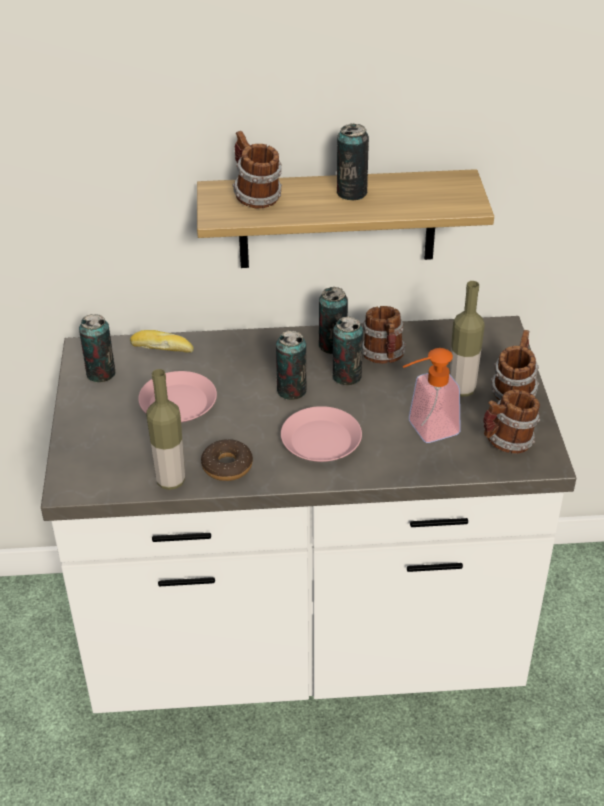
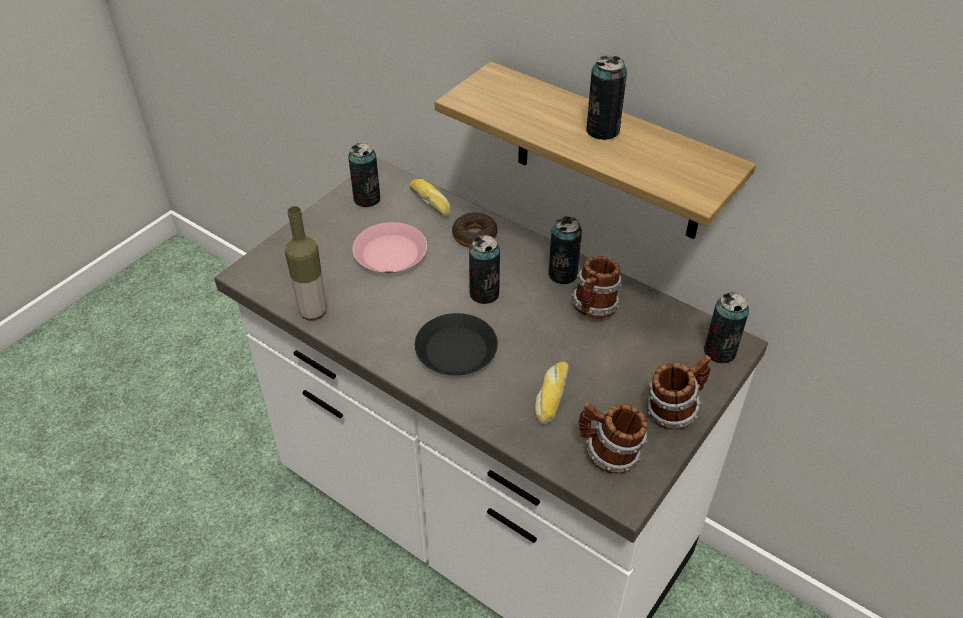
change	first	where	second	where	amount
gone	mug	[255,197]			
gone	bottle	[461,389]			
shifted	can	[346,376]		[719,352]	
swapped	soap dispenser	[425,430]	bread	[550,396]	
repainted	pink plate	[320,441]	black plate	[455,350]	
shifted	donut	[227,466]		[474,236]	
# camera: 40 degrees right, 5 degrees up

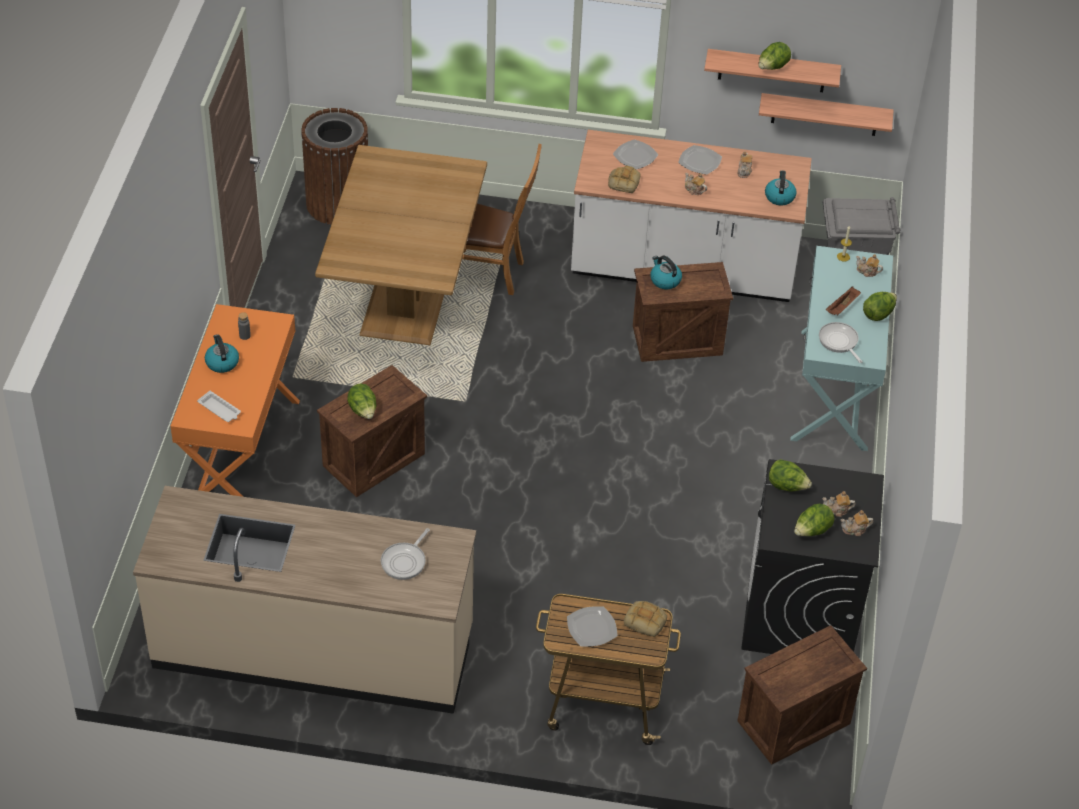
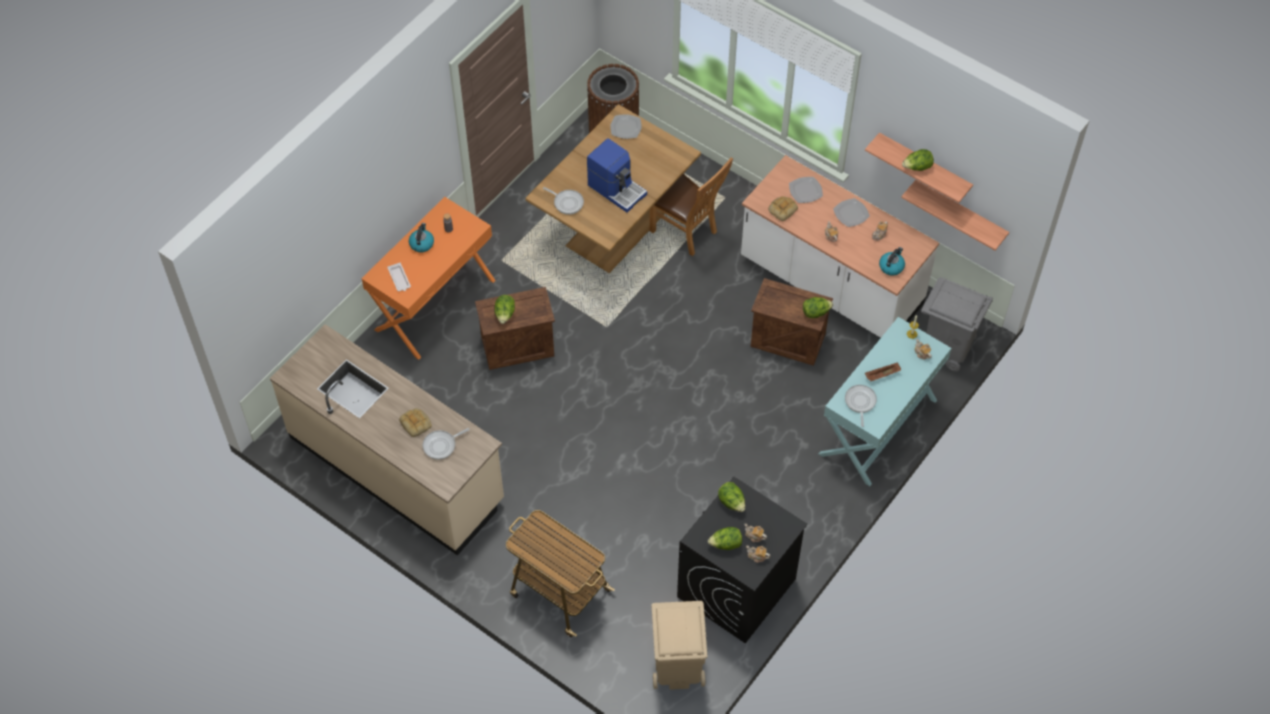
change	first	where	second	where	amount
gone	kettle	[664,280]			
shifted	lettuce	[878,314]		[816,312]	
shifted	bread	[646,621]		[416,424]	
shifted	plate	[592,627]		[626,127]	
swapped	crate	[793,723]	beige trash can	[677,667]	
new			coffee machine	[617,189]	
new			frying pan	[567,202]	
# camera: 30 degrees right, 10 degrees up

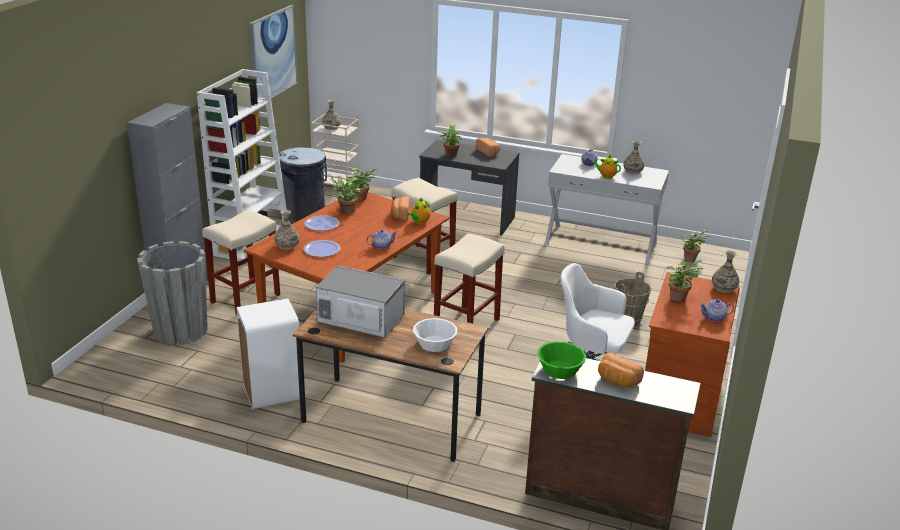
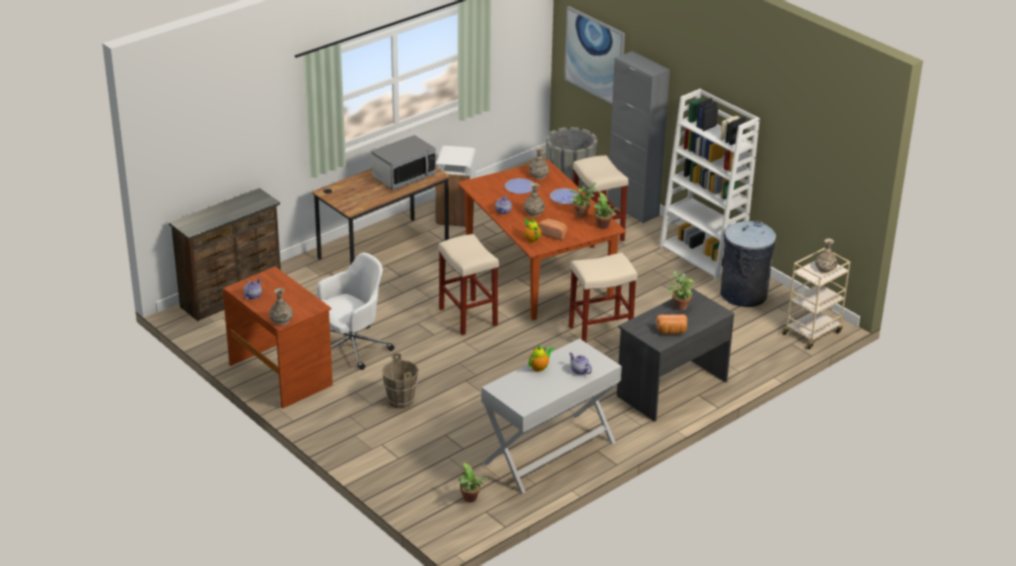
change	first	where	second	where	amount
shifted	picture	[273,54]		[595,56]	
shifted	vase	[632,171]		[533,212]	
gone	potted plant	[678,296]			
gone	white bowl	[435,343]			
gone	green bowl	[559,369]			
gone	bread	[617,380]			
# camera: 120 degrees right, 5 degrees up

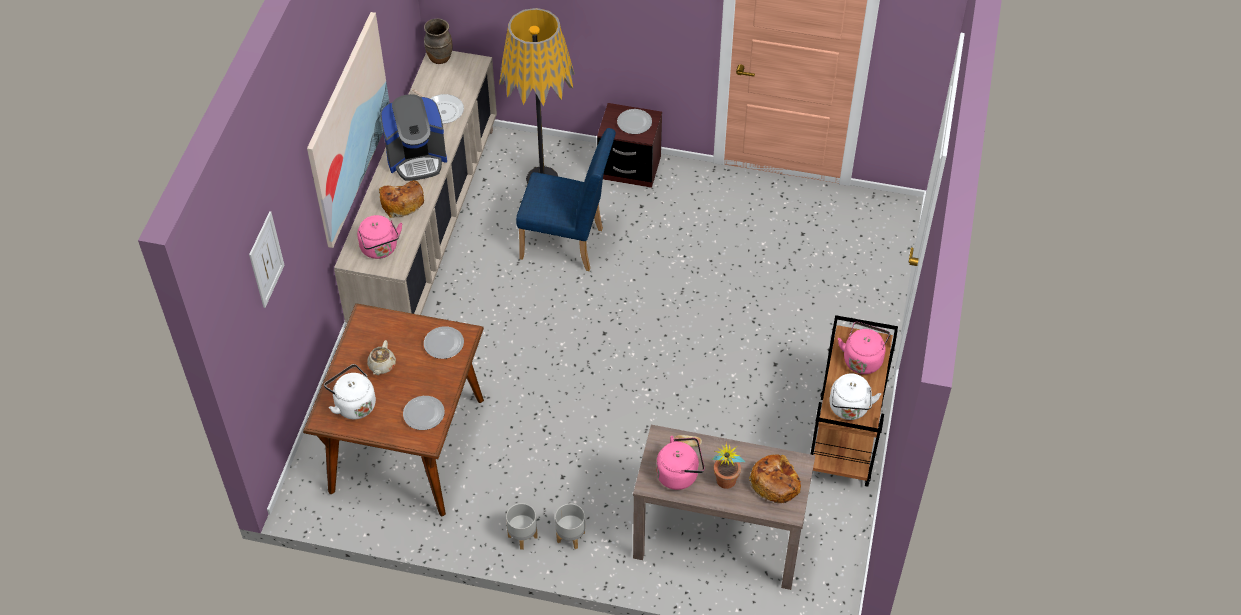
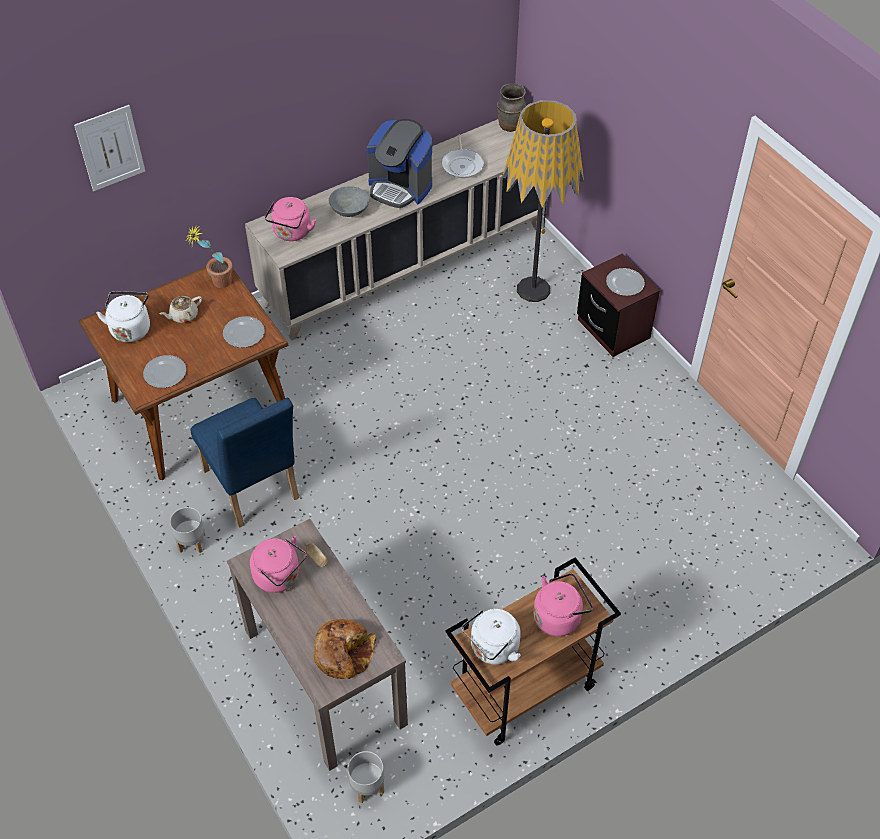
change	first	where	second	where	amount
gone	picture	[348,129]			
shifted	blue chair	[568,245]		[253,490]	
swapped	bread	[401,202]	grey bowl	[349,210]	
shifted	potted plant	[725,485]		[216,283]	
shifted	grey planter	[570,536]		[367,786]	
# camera: 45 degrees right, 0 degrees up

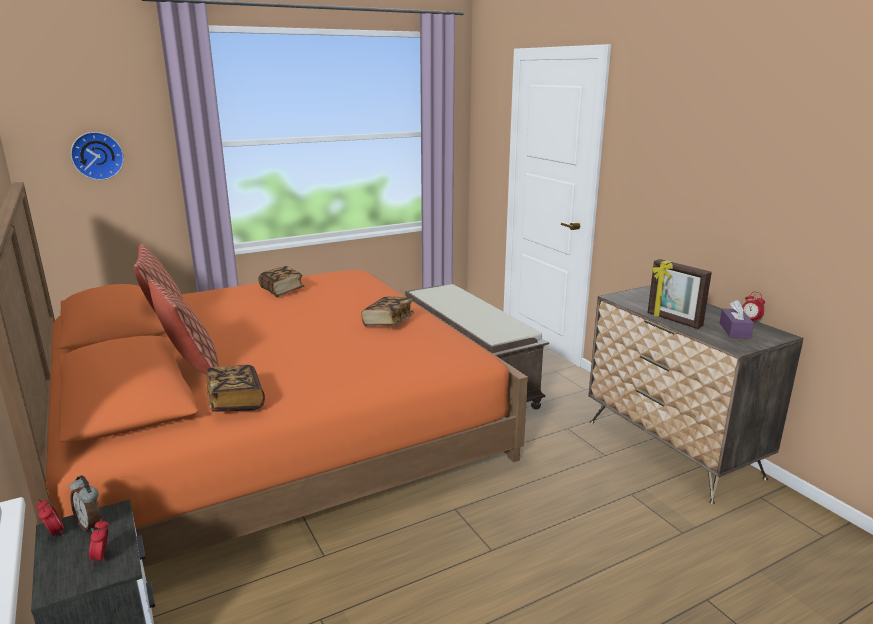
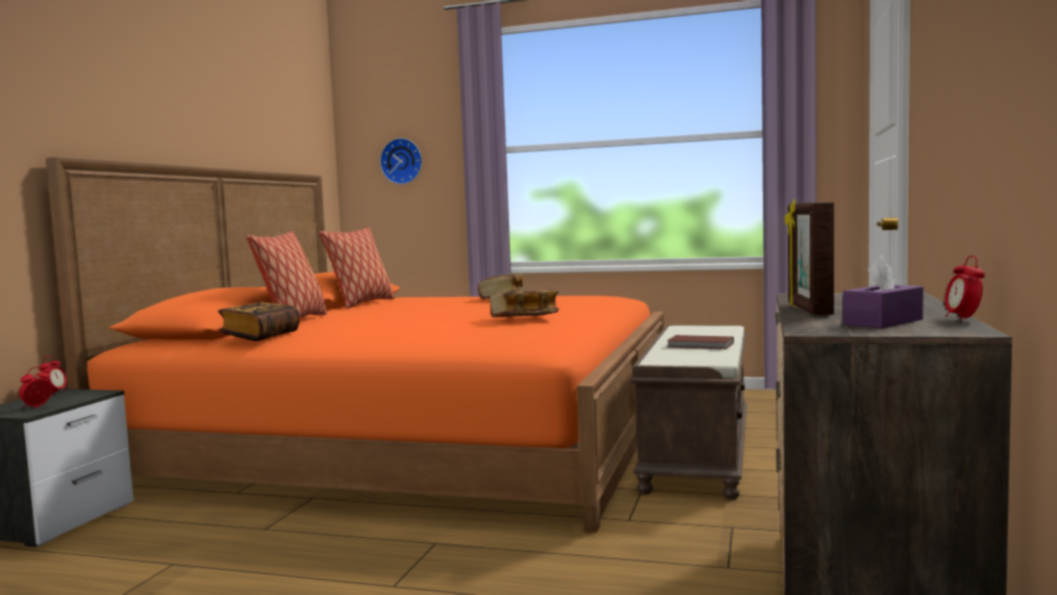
change	first	where	second	where	amount
gone	alarm clock	[91,524]			
new			brown book	[701,345]	
# camera: 45 degrees right, 15 degrees down

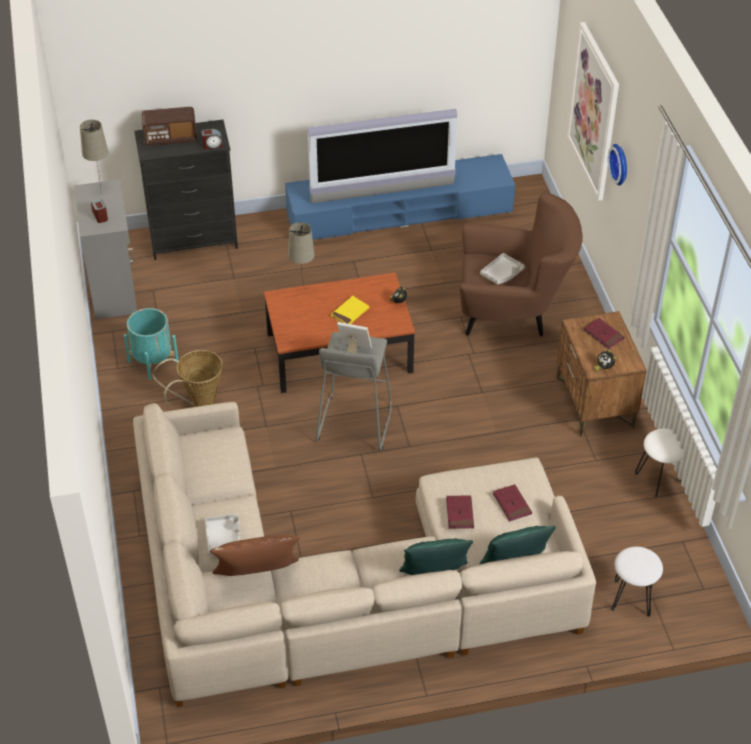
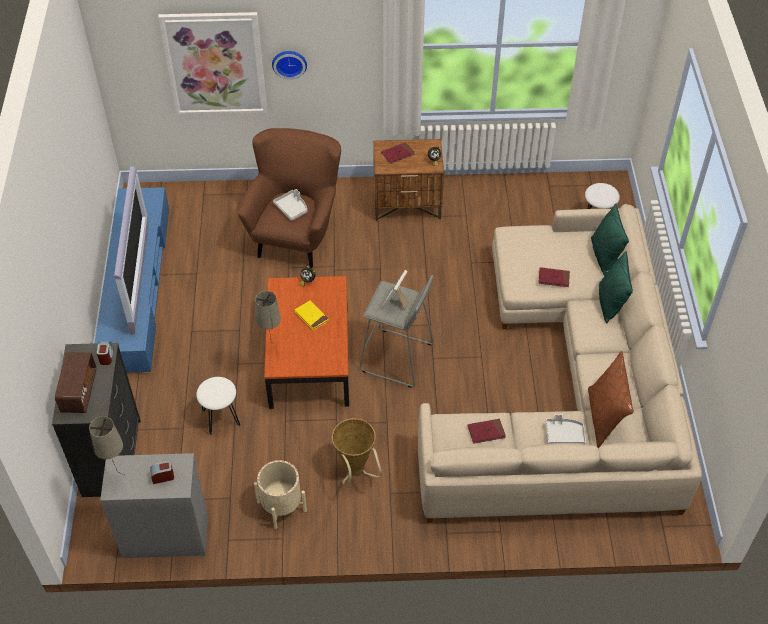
change	first	where	second	where	amount
repainted	turquoise planter	[153,361]	beige planter	[281,506]	
shifted	white stool	[659,479]		[221,418]	
shifted	red book	[512,504]		[486,432]	
# camera: 80 degrees left, 5 degrees up

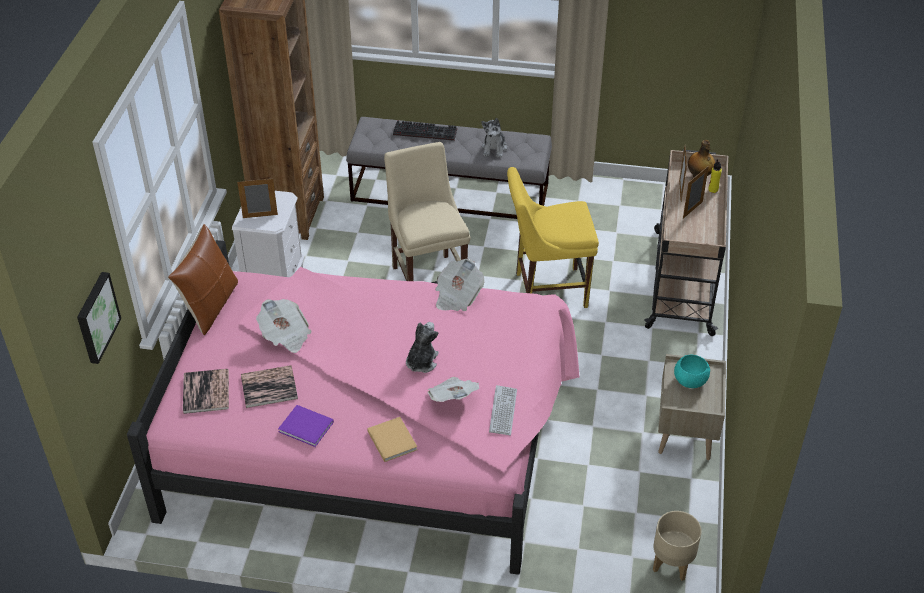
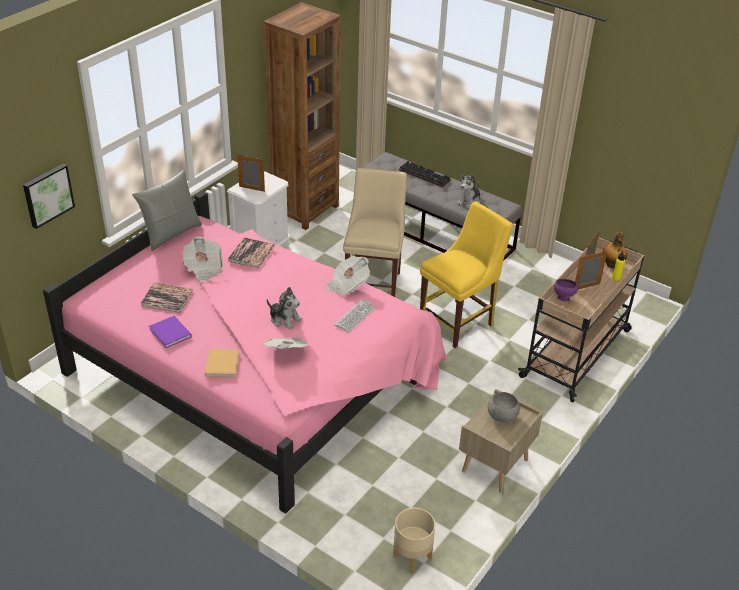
change	first	where	second	where	amount
rotated	yellow chair	[546,290]		[459,322]	120 degrees clockwise
repainted	brown pillow	[210,306]	grey pillow	[171,234]	
rotated	plush toy	[421,362]		[285,319]	75 degrees clockwise
repainted	turquoise bowl	[689,380]	grey bowl	[502,416]	
shifted	book	[206,392]		[251,253]	
shifted	keyboard	[503,411]		[355,316]	
new			purple bowl	[563,298]	
# camera: 25 degrees right, 5 degrees down

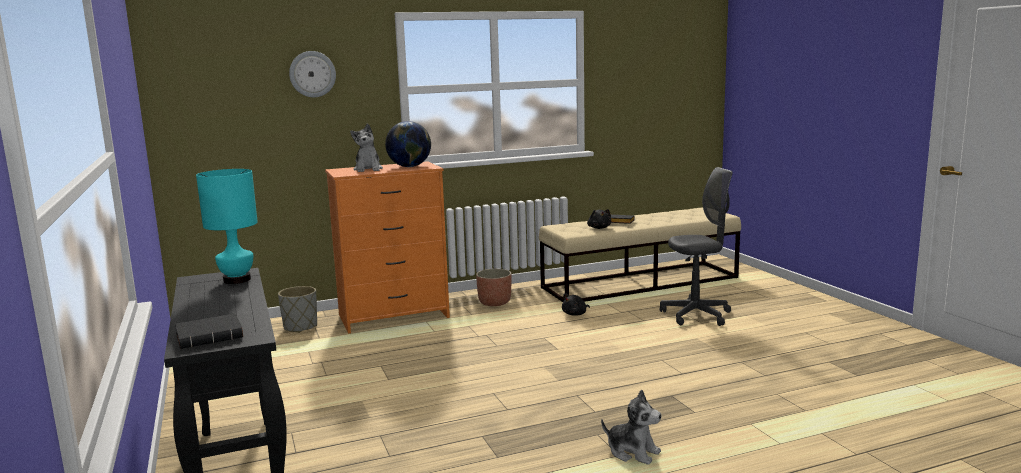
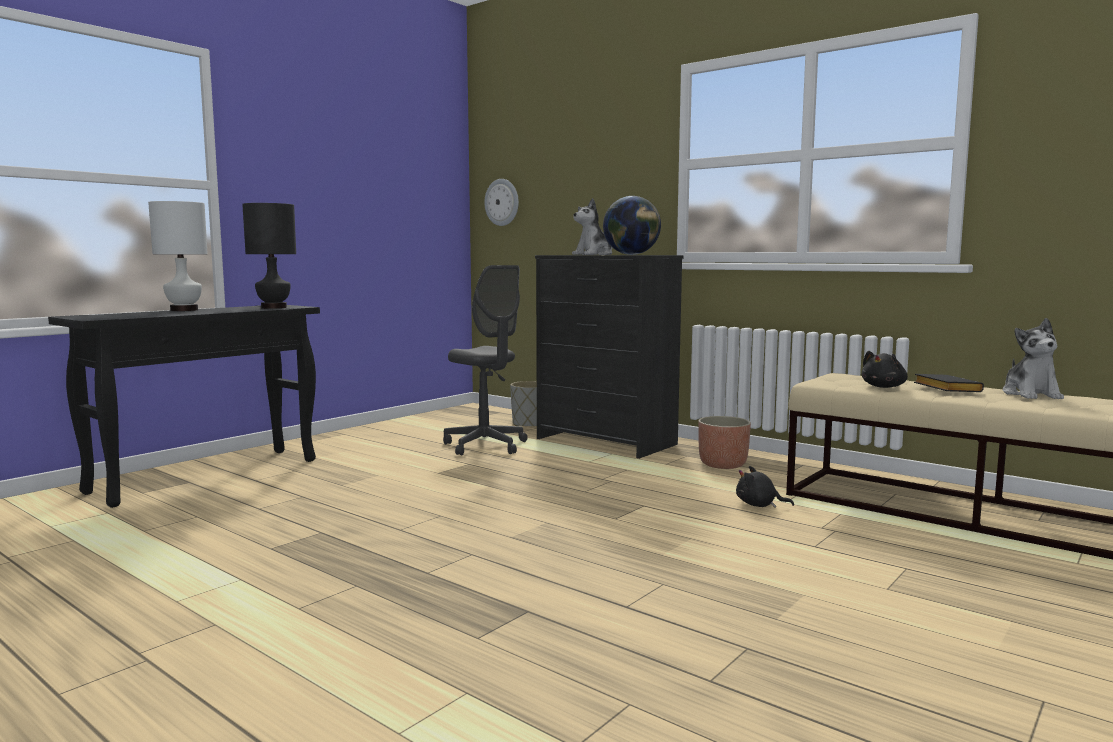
change	first	where	second	where	amount
shifted	wall clock	[312,74]		[502,202]	
repainted	orange dresser	[394,317]	black dresser	[605,441]	
shifted	grey office chair	[696,315]		[485,446]	
repainted	turquoise table lamp	[237,280]	black table lamp	[274,307]	
gone	black book	[211,336]			
shifted	plush toy	[633,452]		[1031,394]	
new			white table lamp	[183,310]	
# camera: 60 degrees right, 5 degrees down

